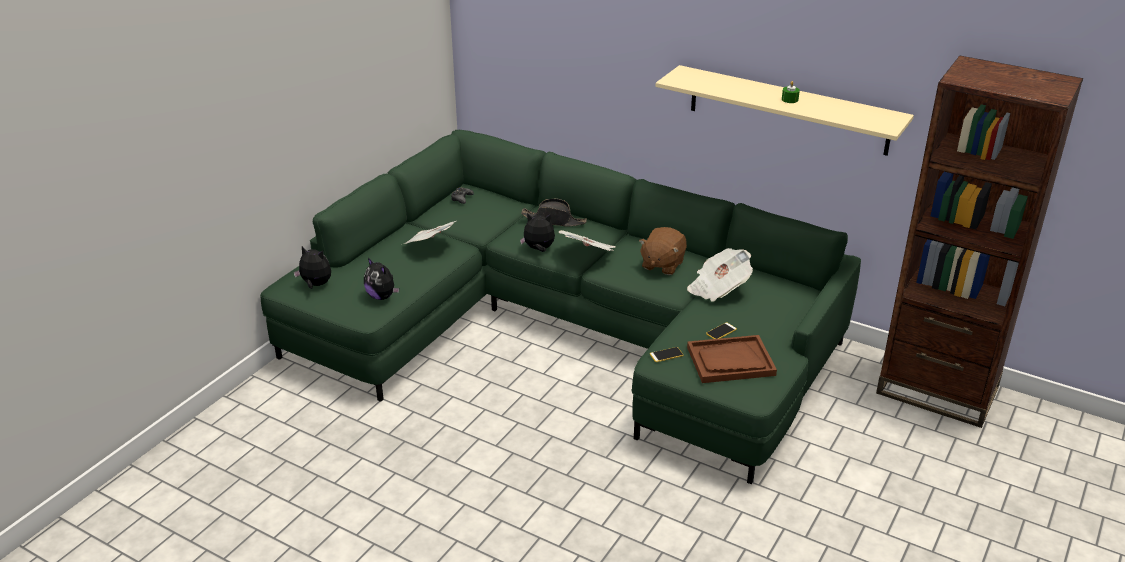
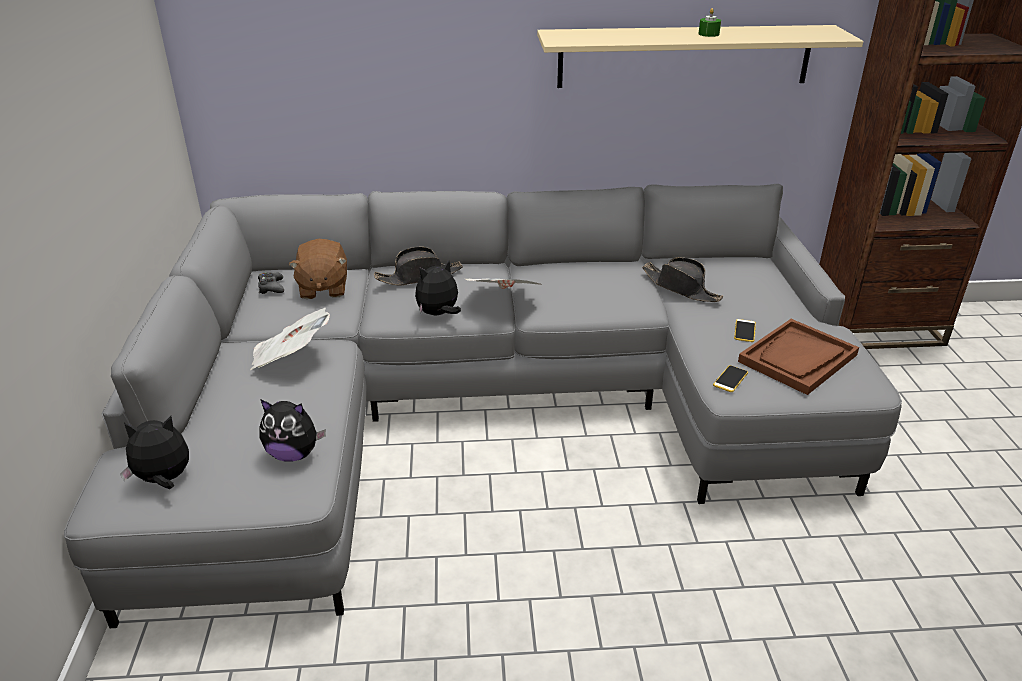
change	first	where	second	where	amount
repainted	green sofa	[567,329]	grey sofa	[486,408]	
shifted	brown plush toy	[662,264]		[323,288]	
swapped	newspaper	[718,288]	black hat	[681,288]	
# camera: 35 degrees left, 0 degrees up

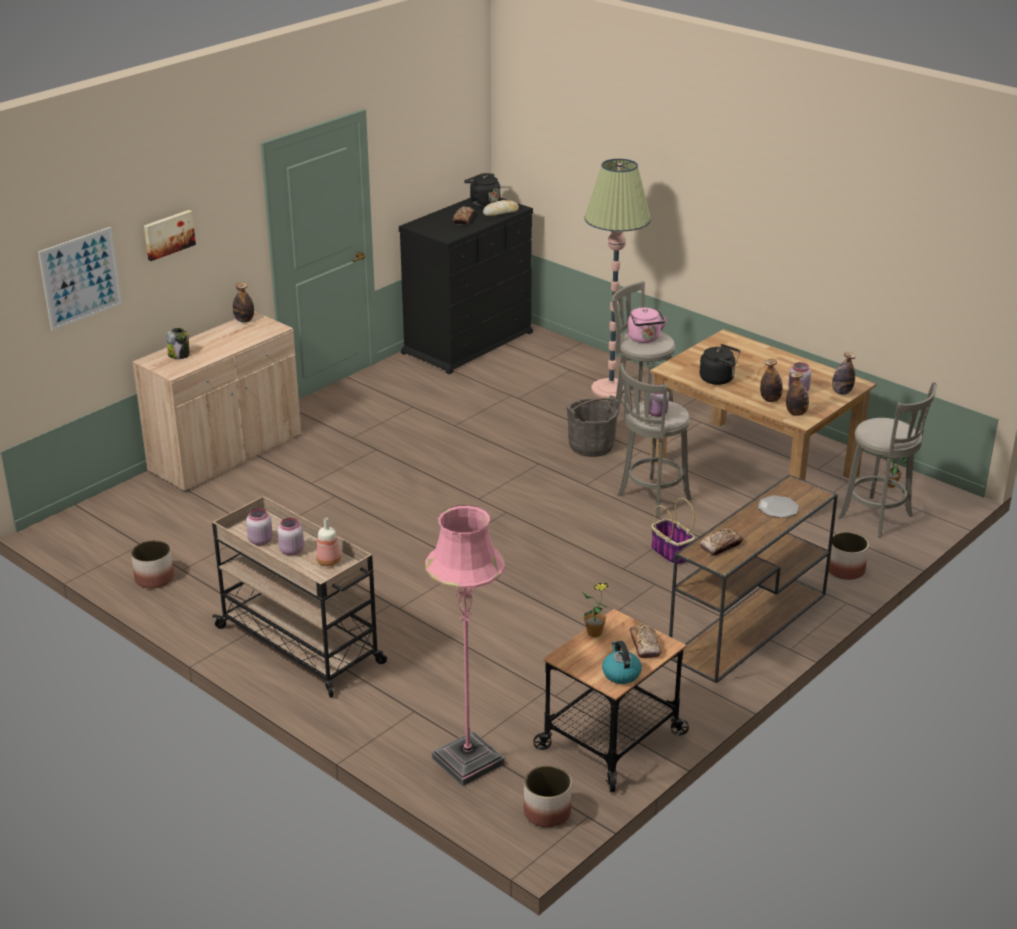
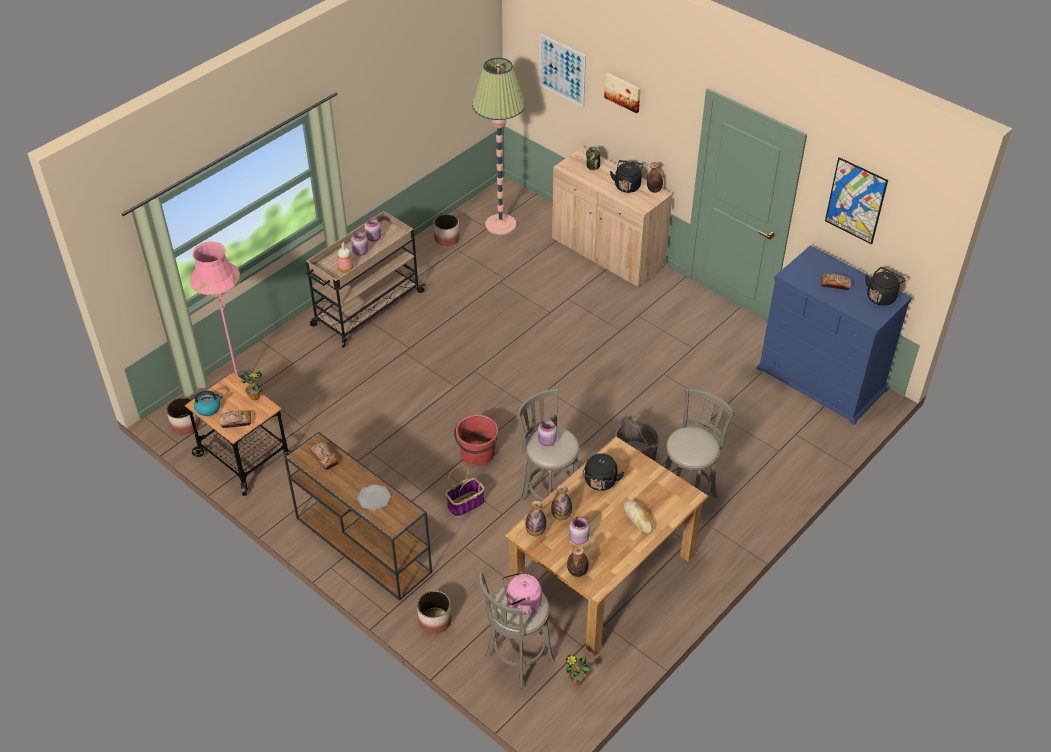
change	first	where	second	where	amount
shifted	floor lamp	[611,389]		[500,224]	
repainted	black dresser	[468,342]	blue dresser	[821,379]	
shifted	bread	[501,212]		[638,519]	
shifted	pink kettle	[645,339]		[521,603]	
new			picture	[855,200]	
new			black kettle	[627,185]	
new			red bucket	[477,453]	
# camera: 90 degrees right, 15 degrees up

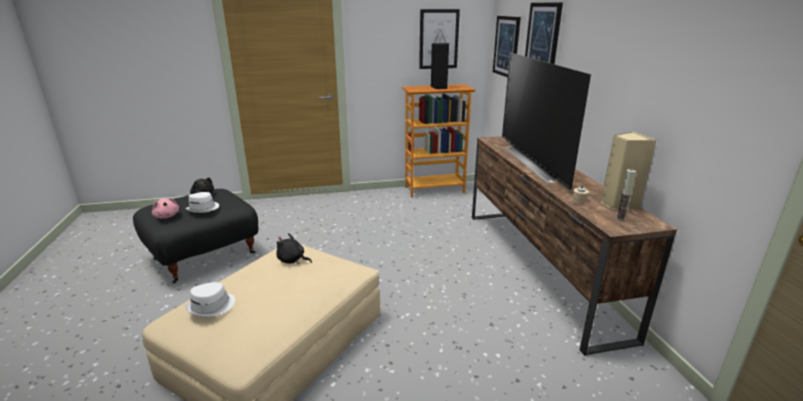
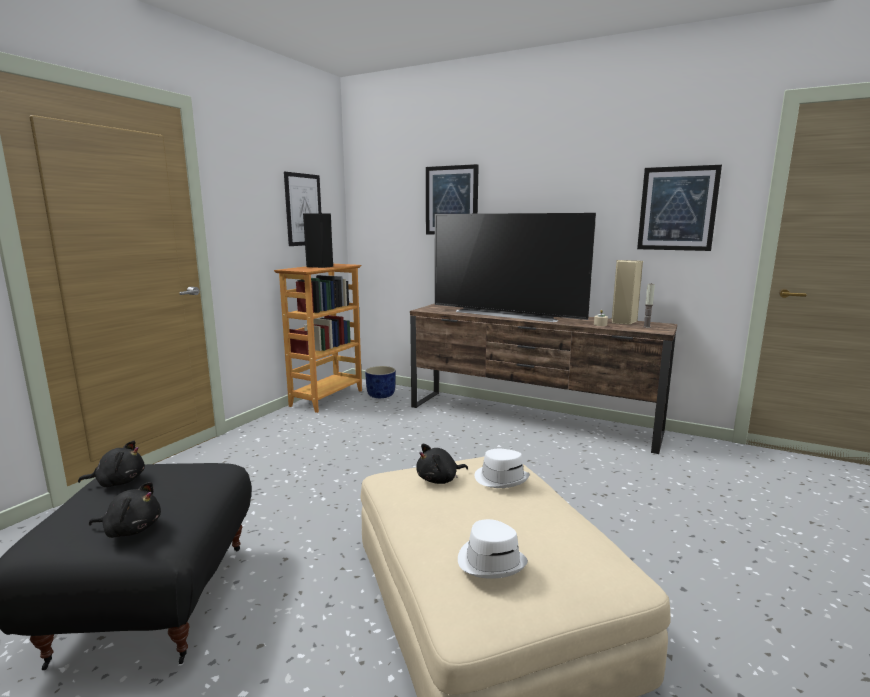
change	first	where	second	where	amount
shifted	picture	[506,46]		[677,209]	
shifted	white hat	[203,208]		[501,478]	
repainted	pink plush toy	[167,216]	black plush toy	[131,529]	
new			blue planter	[381,395]	
# camera: 50 degrees left, 10 degrees down

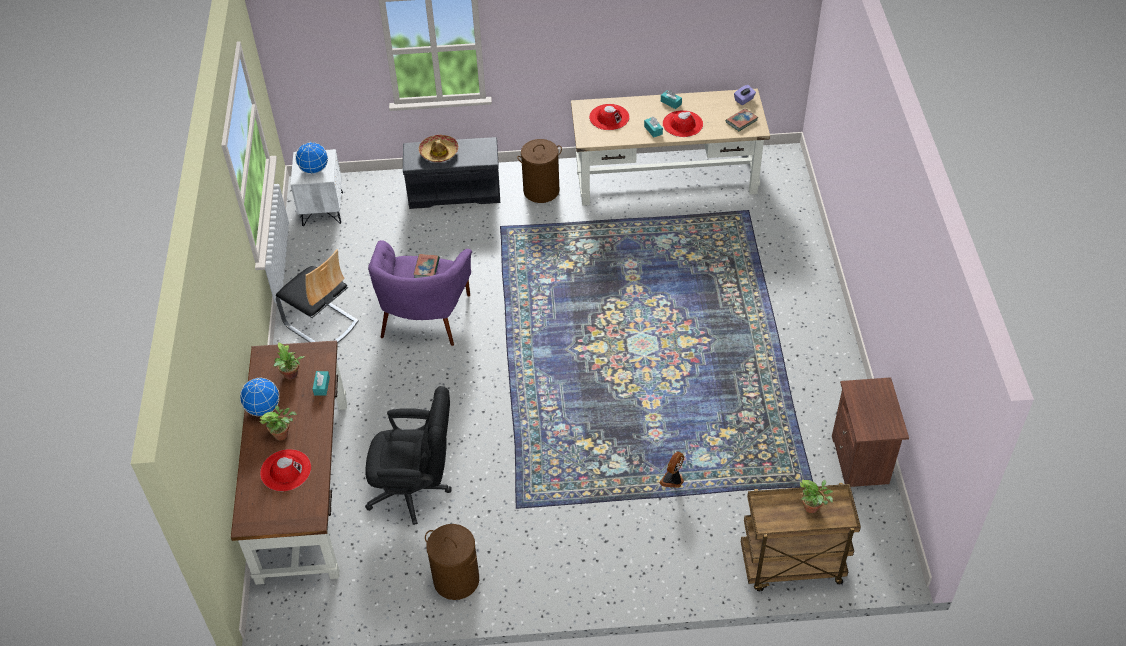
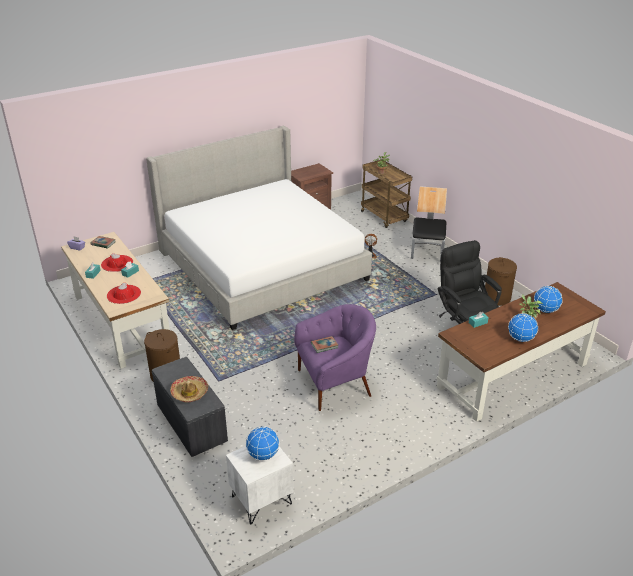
change	first	where	second	where	amount
shifted	chair	[321,323]		[427,252]	
gone	potted plant	[291,376]			
swapped	red hat	[285,470]	globe	[545,310]	
new			bed	[262,265]	
# camera: 120 degrees left, 15 degrees down

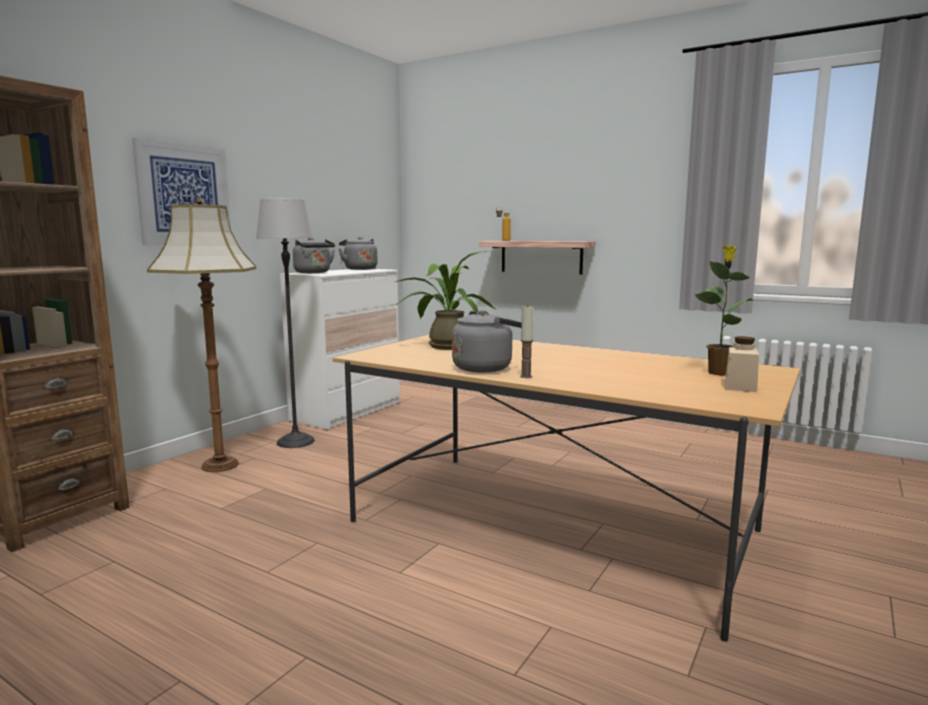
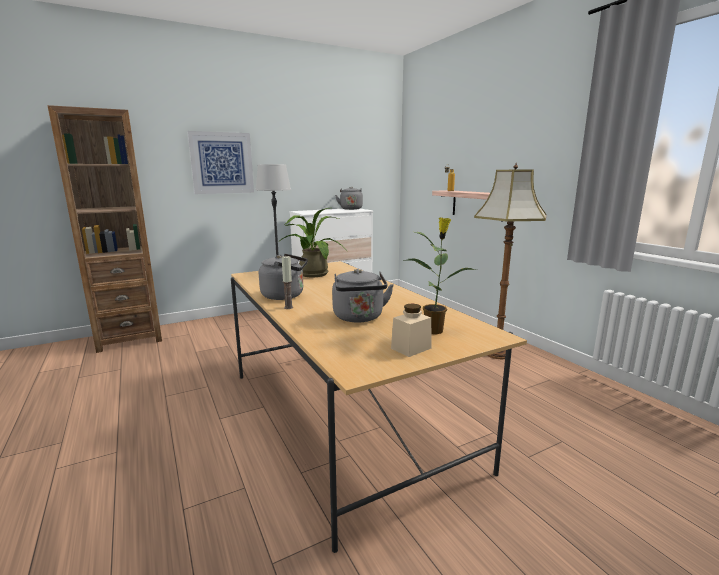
change	first	where	second	where	amount
shifted	floor lamp	[219,465]		[497,353]	
shifted	grey kettle	[314,273]		[359,318]	
# camera: 30 degrees right, 5 degrees up

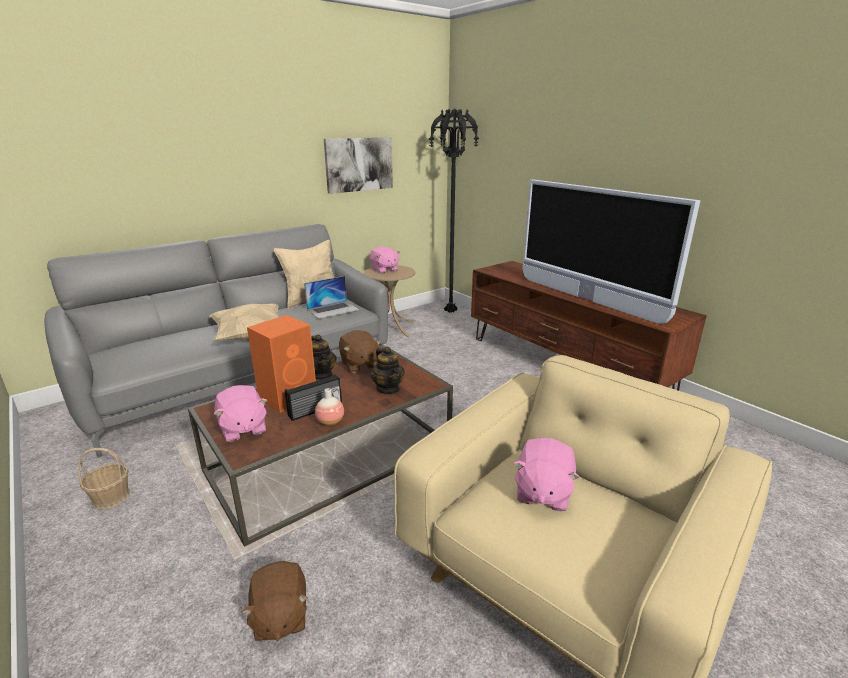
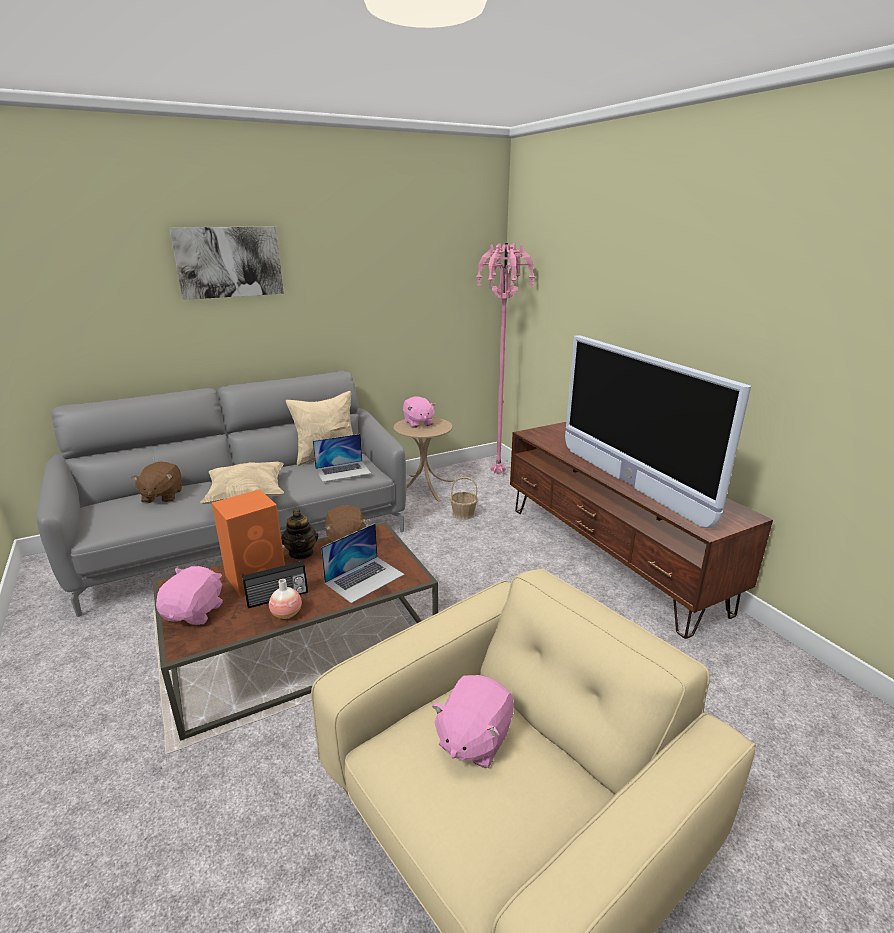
change	first	where	second	where	amount
repainted	black floor lamp	[449,312]	pink floor lamp	[496,473]	
shifted	picture	[359,164]		[229,262]	
swapped	teapot	[388,389]	laptop	[365,578]	
rotated	pink plush toy	[242,429]		[195,612]	150 degrees counterclockwise
shifted	basket	[111,497]		[463,514]	
shifted	brown plush toy	[279,617]		[162,496]	
# camera: 10 degrees right, 0 degrees up

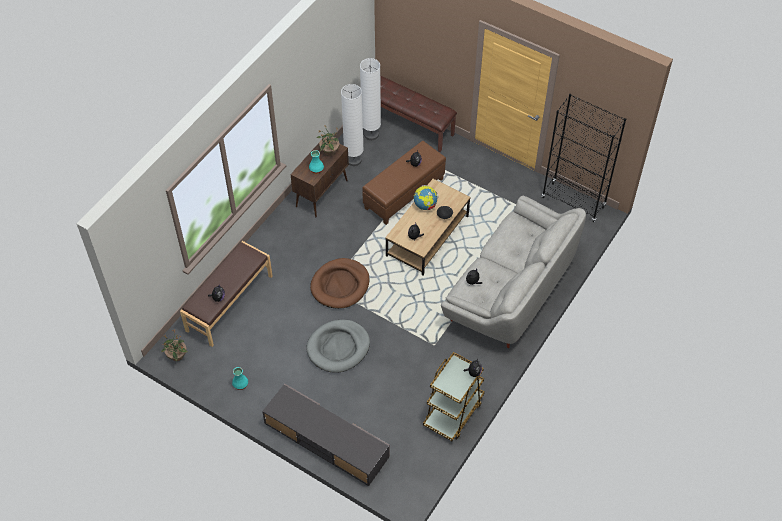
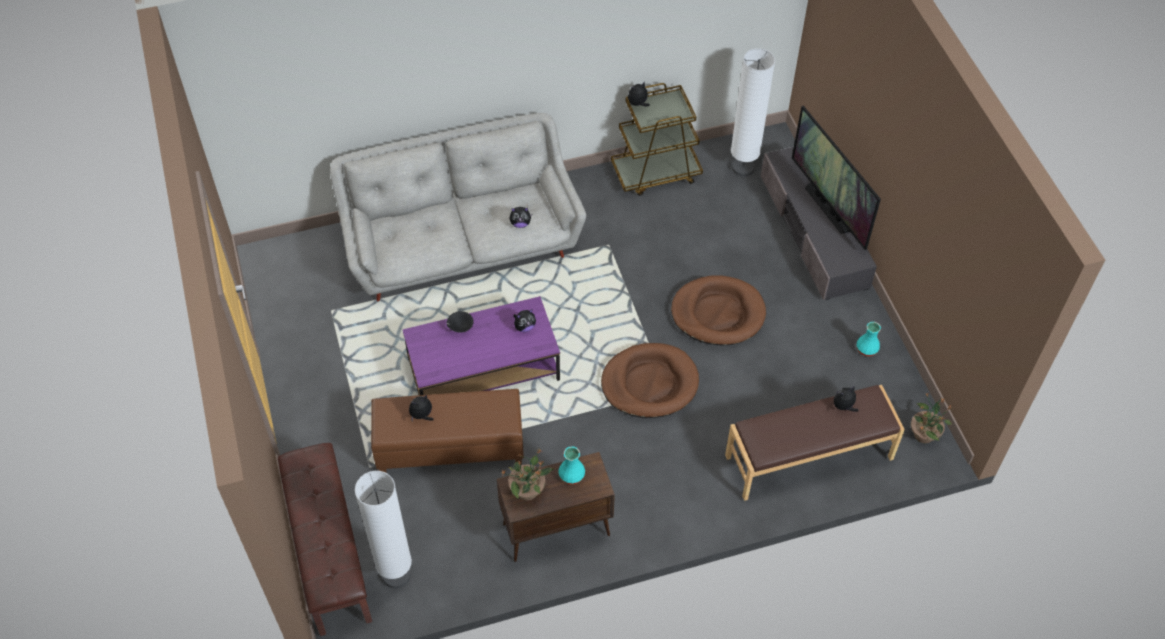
change	first	where	second	where	amount
shifted	white floor lamp	[354,160]		[743,168]	
gone	black bookcase	[573,202]			
repainted	brown coffee table	[427,236]	purple coffee table	[483,369]	
gone	globe	[425,205]			
repainted	grey dog bed	[338,347]	brown dog bed	[718,313]	
new			television	[828,208]	
# camera: 140 degrees left, 0 degrees up

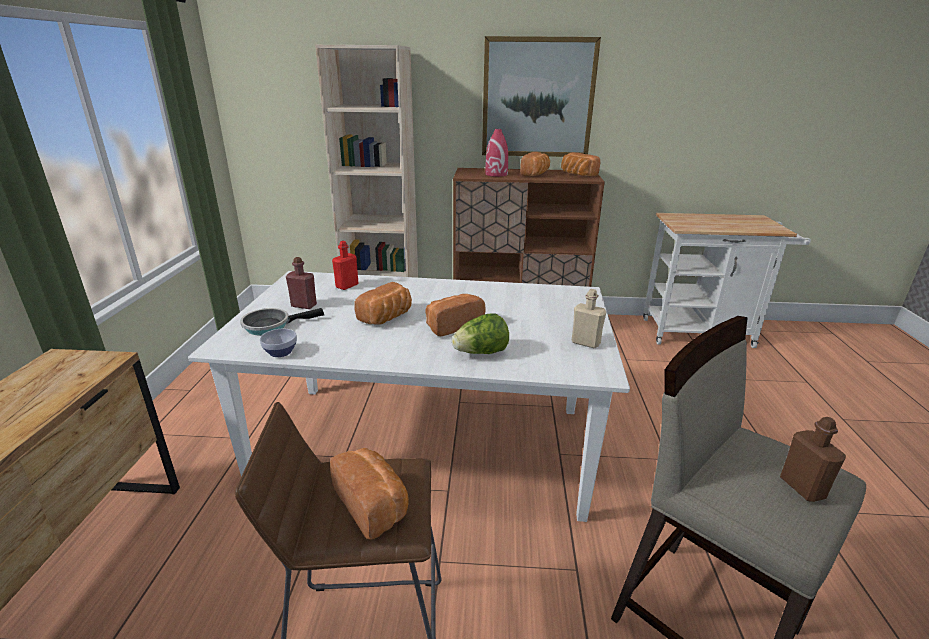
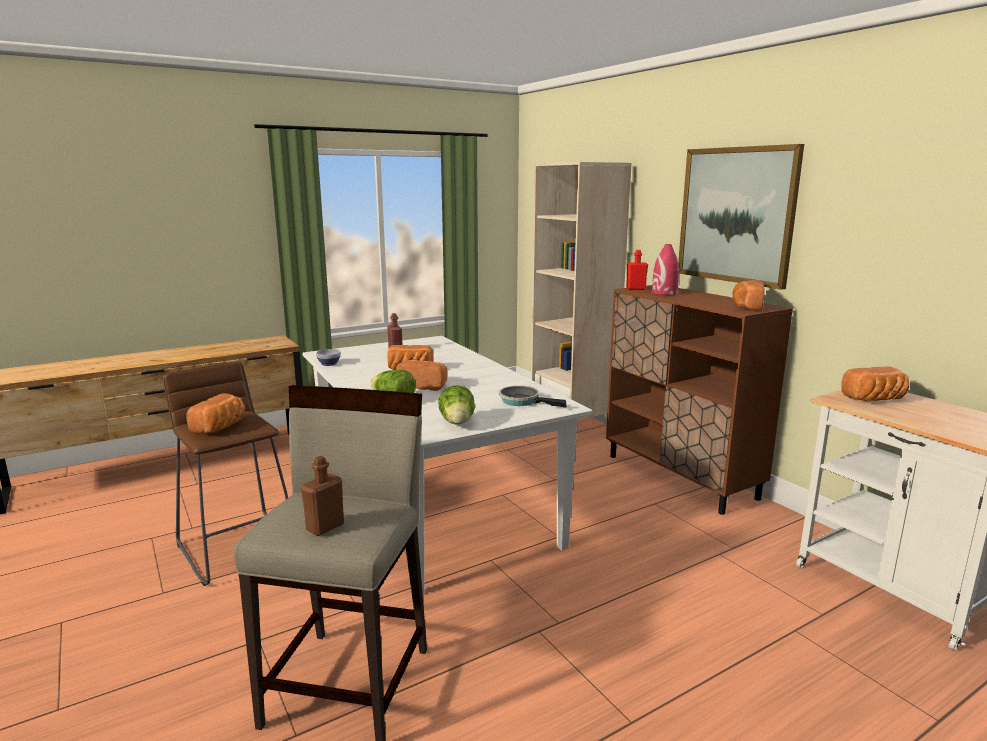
change	first	where	second	where	amount
shifted	bread	[536,174]		[875,399]	
shifted	red bottle	[347,286]		[636,289]	
swapped	beige bottle	[585,343]	lettuce	[457,423]	
shifted	frying pan	[271,326]		[523,401]	
# camera: 55 degrees right, 10 degrees down

